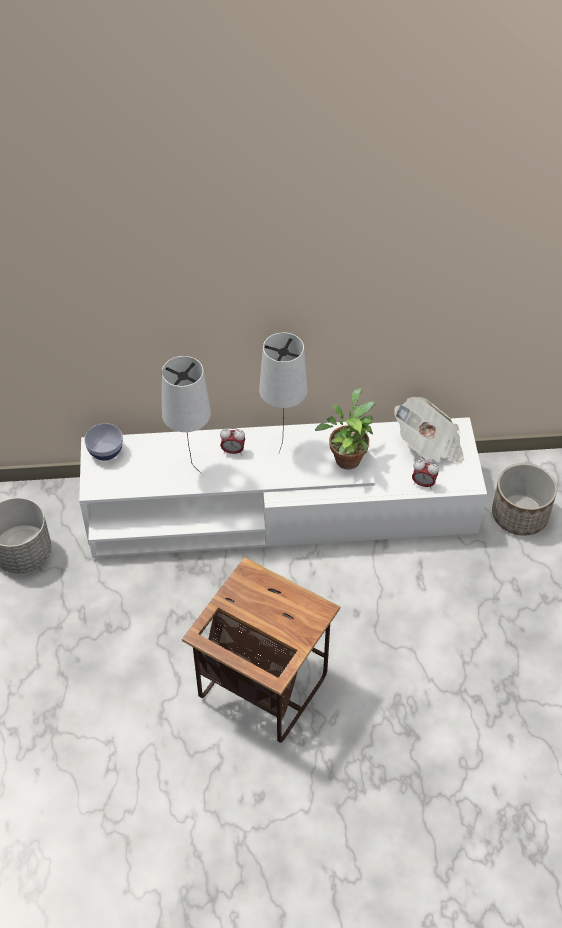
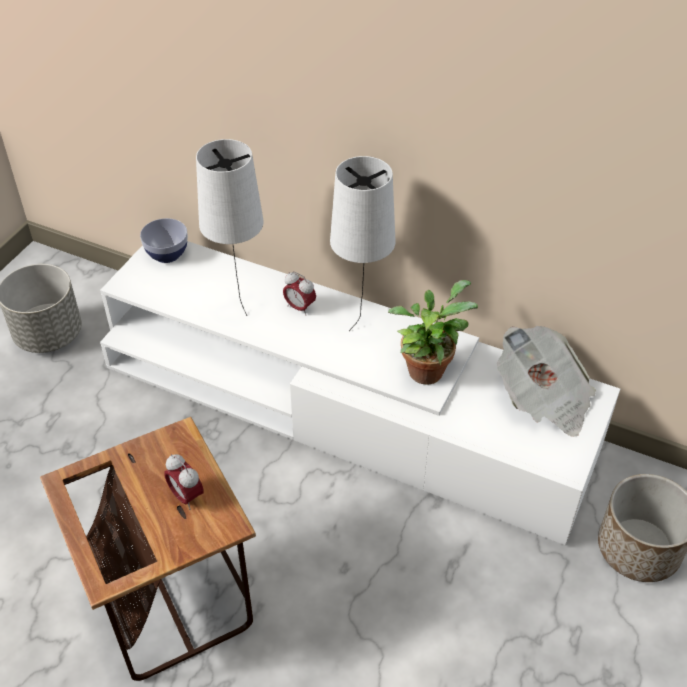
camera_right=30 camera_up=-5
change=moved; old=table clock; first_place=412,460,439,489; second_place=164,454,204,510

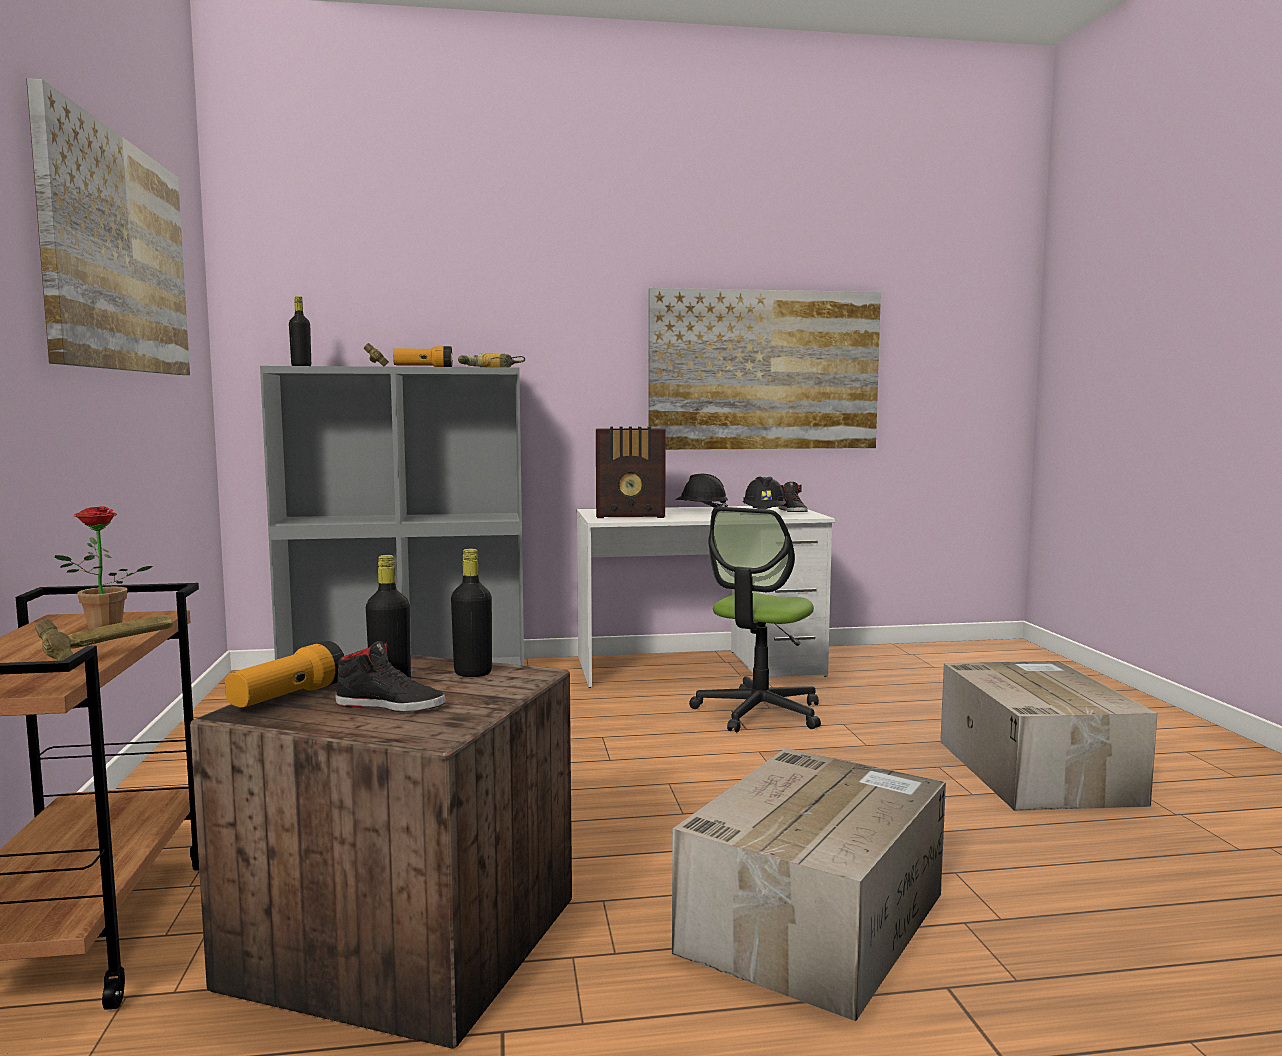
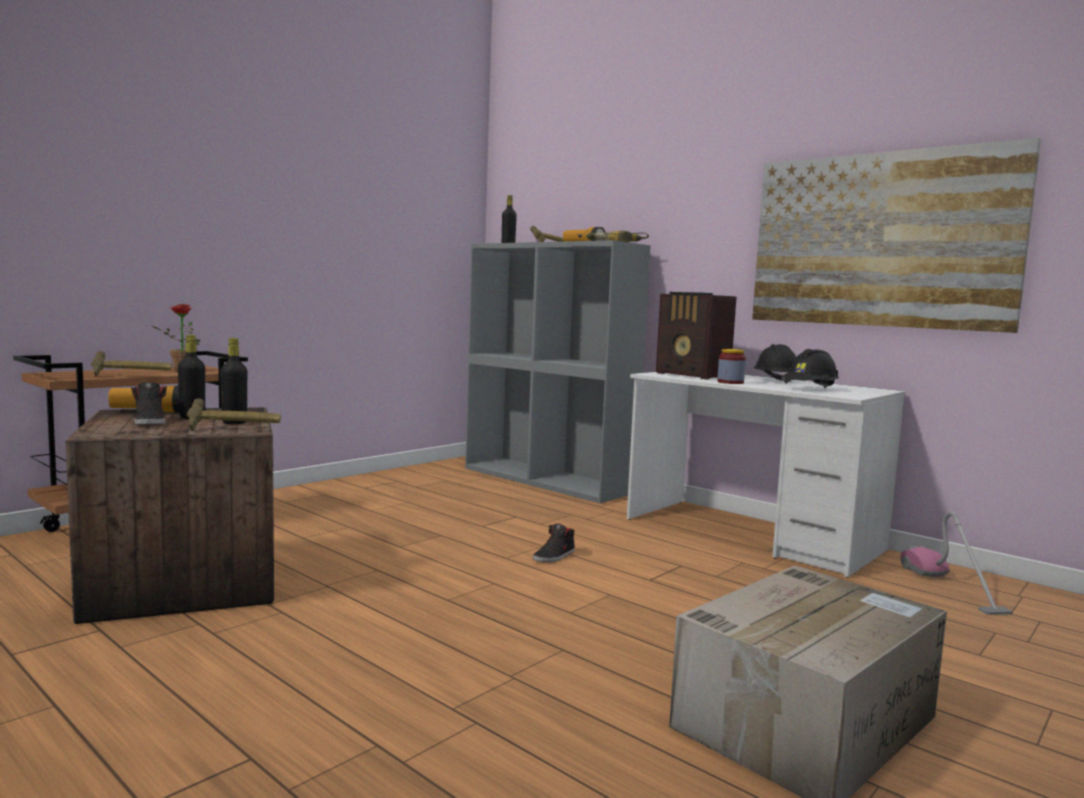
camera_right=50 camera_up=0
change=added; new=tool hammer; second_place=186,398,281,431
change=moved; old=low shoe (black-coloured); first_place=779,482,808,512; second_place=533,524,575,562
change=added; new=preserve jar; second_place=717,349,746,384
change=added; new=vacuum; second_place=900,511,1013,615
change=removed; old=wall picture; first_place=26,78,190,375
change=removed; old=cardboard box; first_place=672,748,946,1021
change=removed; old=computer chair; first_place=689,507,821,732

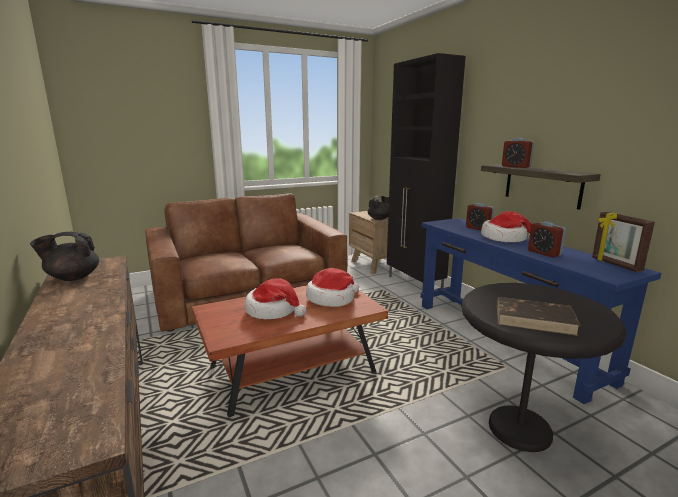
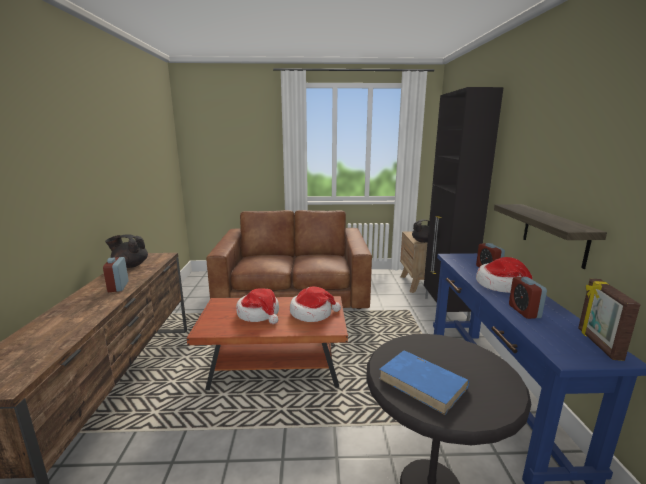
camera_right=25 camera_up=0
change=moved; old=table clock; first_place=502,138,534,168; second_place=103,257,129,292
change=recoloured; old=bound book (brownish); new=bound book (bluish); first_place=497,297,580,336; second_place=379,350,469,415

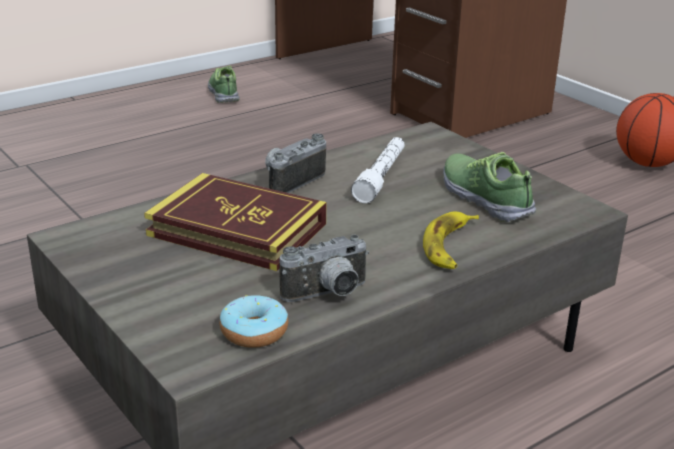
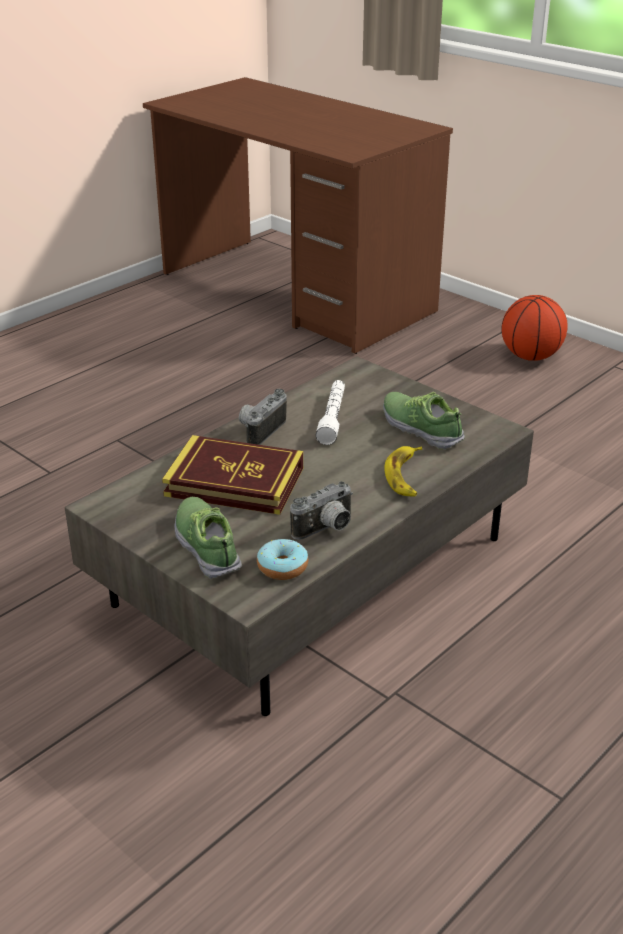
camera_right=-10 camera_up=5
change=moved; old=low shoe; first_place=208,65,240,103; second_place=174,497,242,579

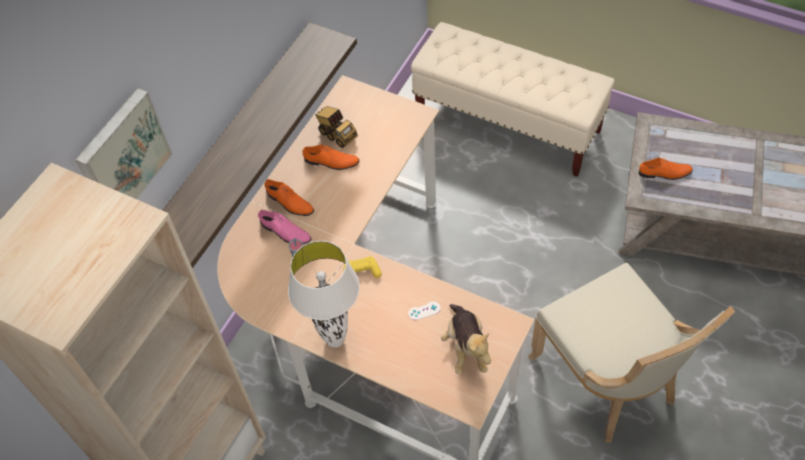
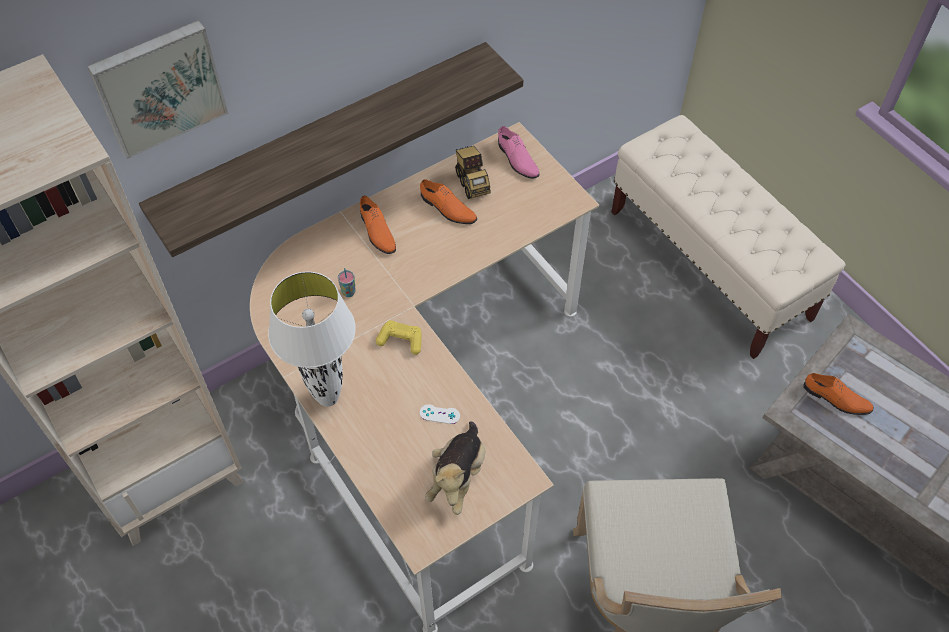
camera_right=25 camera_up=0
change=moved; old=low shoe (pinkish); first_place=258,210,312,244; second_place=498,126,540,179

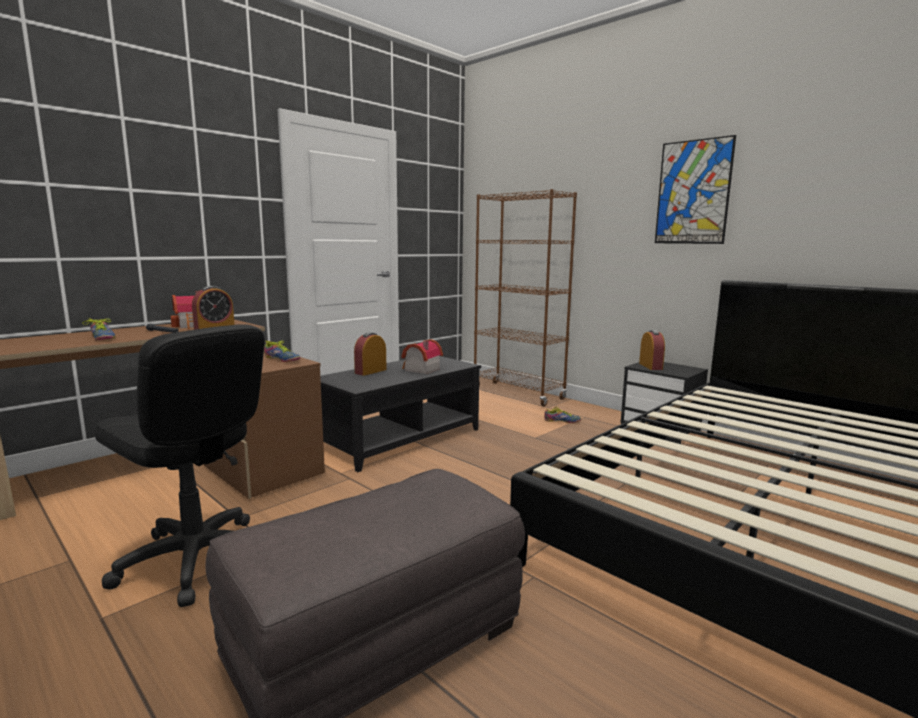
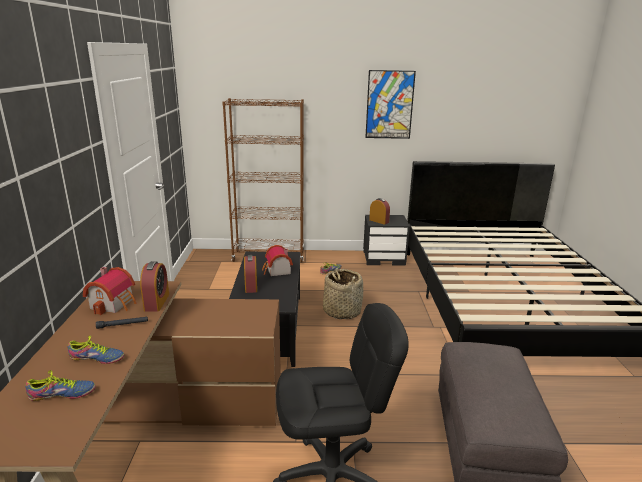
camera_right=-45 camera_up=10
change=moved; old=low shoe; first_place=264,340,300,362; second_place=25,370,96,401
change=added; new=household basket; second_place=323,268,363,319

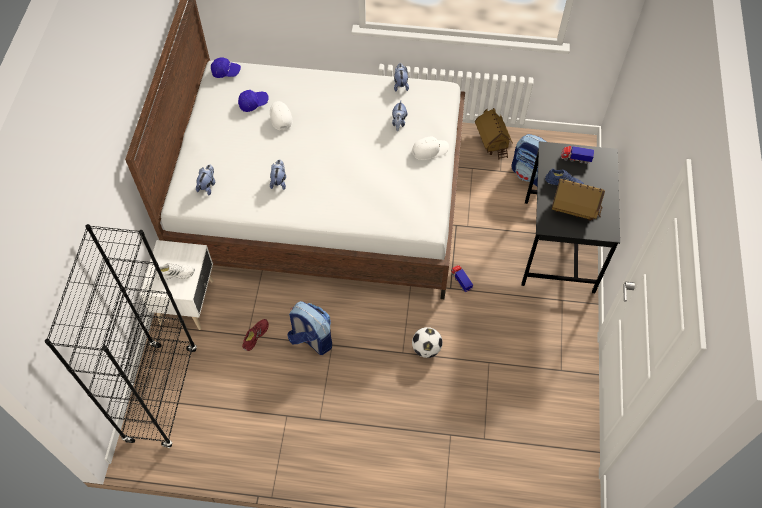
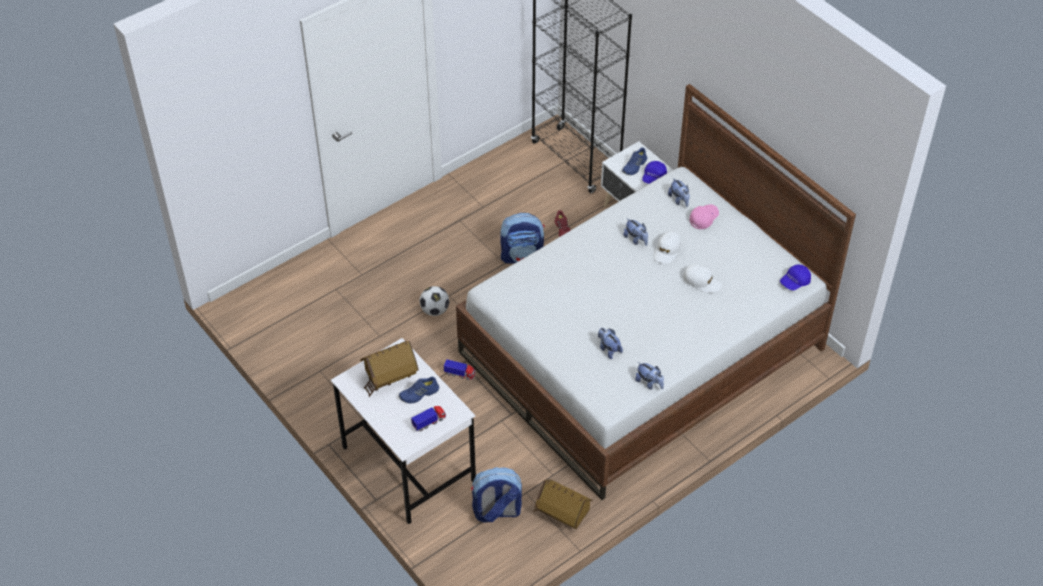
camera_right=135 camera_up=-10
change=recoloured; old=desk table (black-coloured); new=desk table (white); first_place=521,141,620,293; second_place=331,338,476,524
change=recoloured; old=low shoe (white); new=low shoe (bluish); first_place=156,263,195,281; second_place=622,147,647,175
change=moved; old=cap (bluish); first_place=238,90,269,112; second_place=642,161,667,184
change=moved; old=cap (white); first_place=412,136,449,160; second_place=654,231,681,264
change=added; new=cap (pinkish); second_place=690,204,719,229

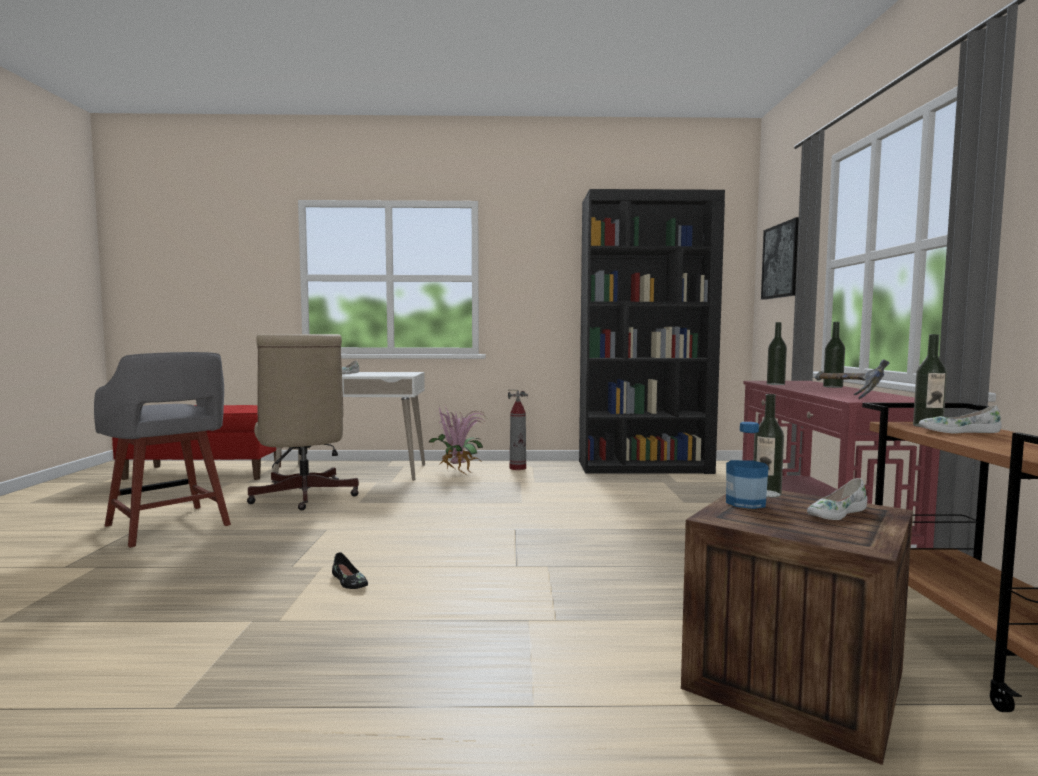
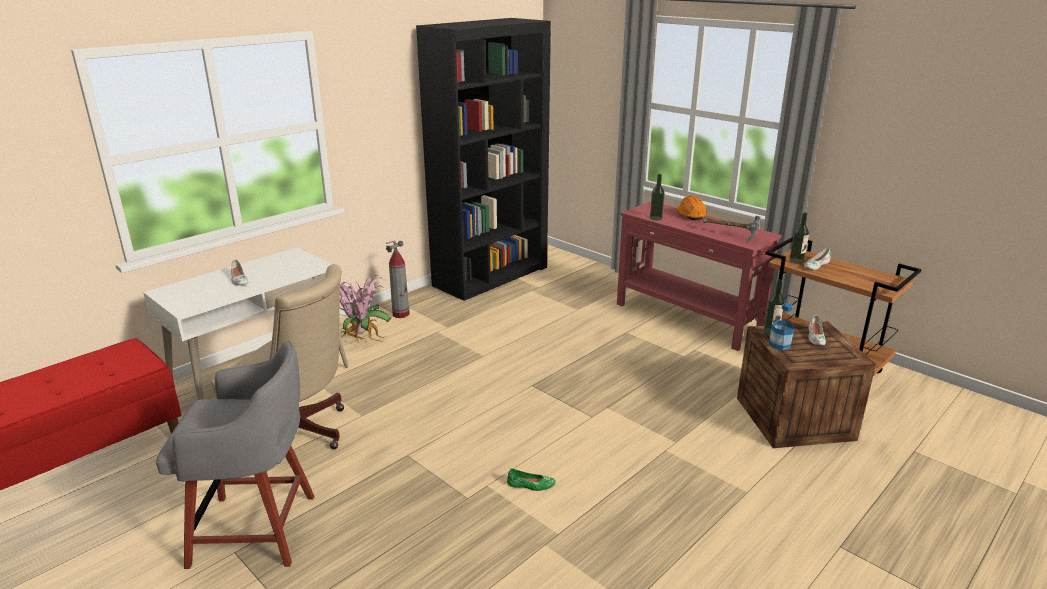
camera_right=-45 camera_up=20
change=recoloured; old=low shoe (black-coloured); new=low shoe (green-coloured); first_place=332,552,368,589; second_place=507,468,555,491
change=replaced; old=drink bottle; new=hard hat (orangey); first_place=823,322,845,388; second_place=675,196,707,220
change=removed; old=wall picture; first_place=761,217,799,300

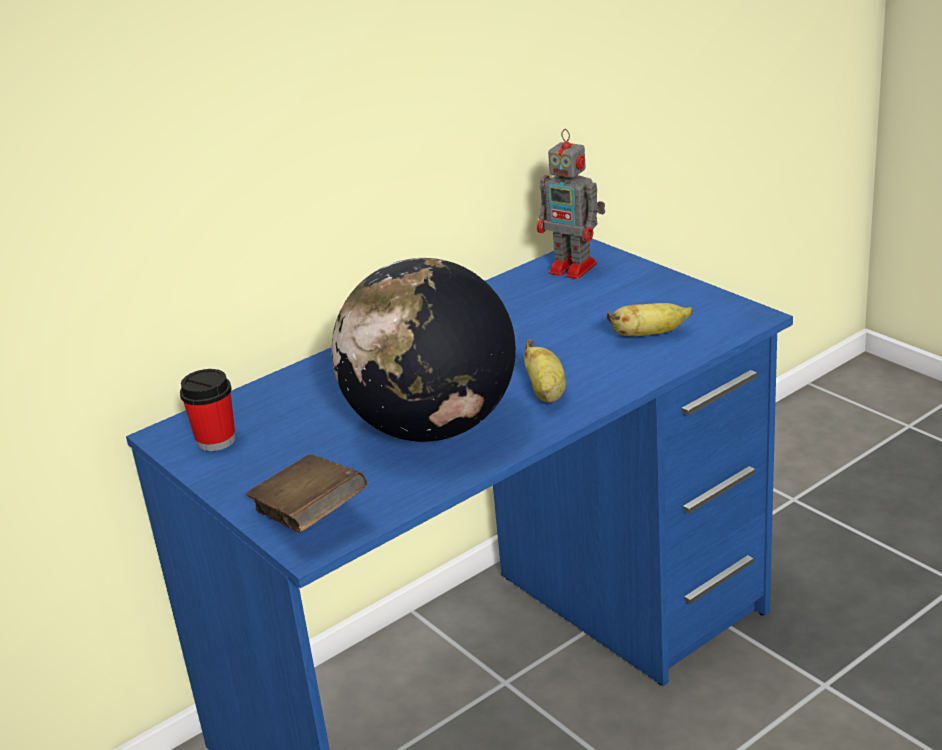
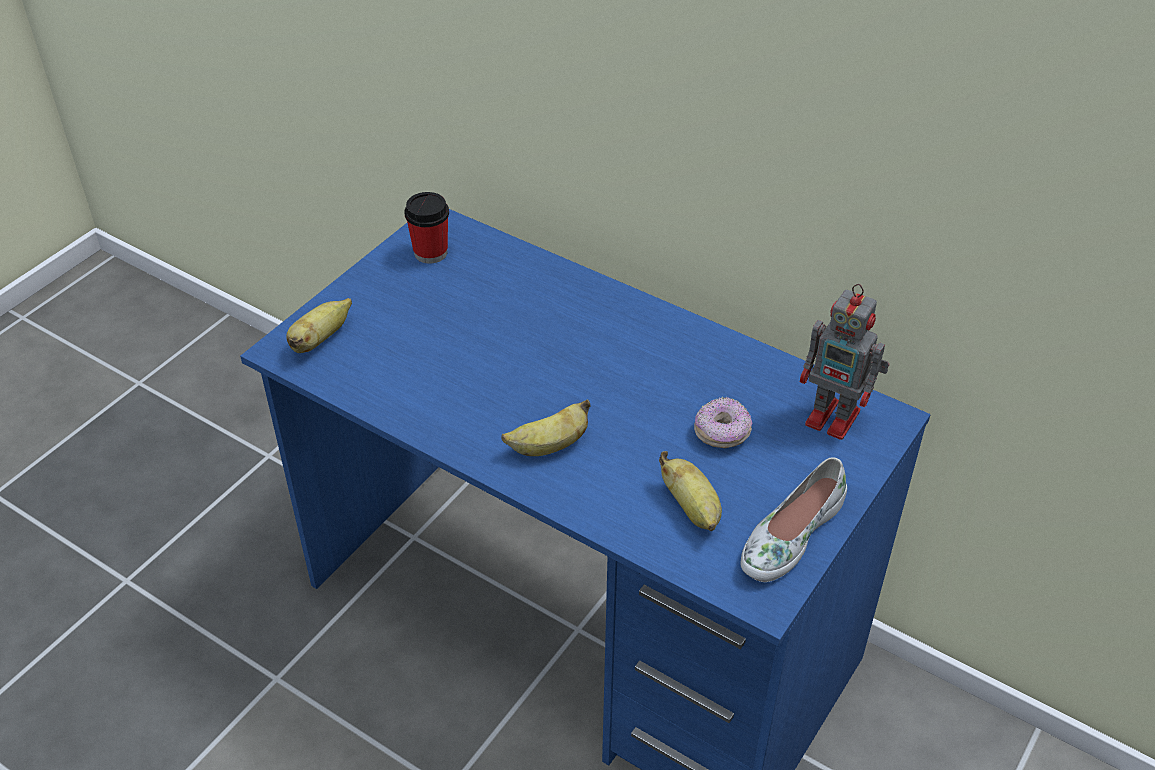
camera_right=70 camera_up=15
change=replaced; old=bound book (brownish); new=banana; first_place=246,455,367,533; second_place=286,298,352,353
change=added; new=donut; second_place=694,397,752,448
change=added; new=low shoe (white); second_place=741,457,847,582
change=turned; old=toy robot; first_place=537,129,605,279; second_place=800,284,889,440; degrees=-75
change=removed; old=desk globe; first_place=331,258,516,442

